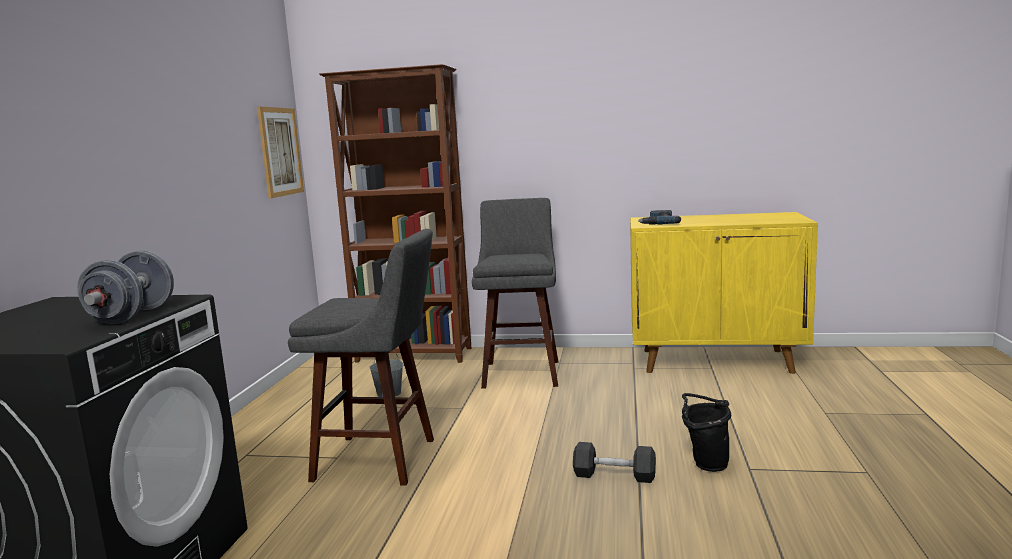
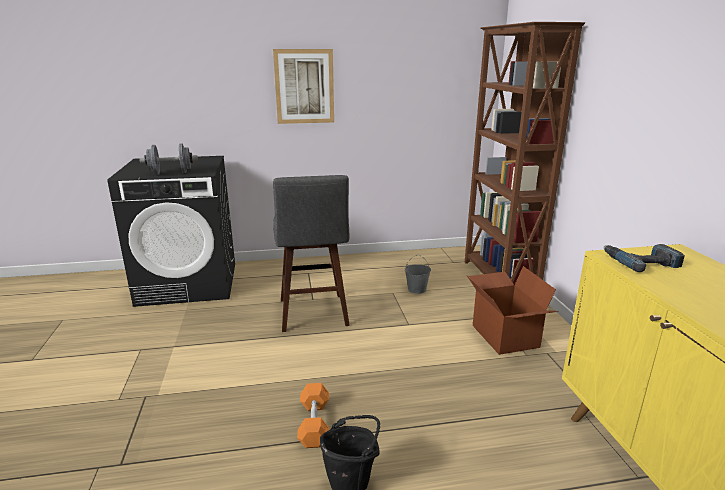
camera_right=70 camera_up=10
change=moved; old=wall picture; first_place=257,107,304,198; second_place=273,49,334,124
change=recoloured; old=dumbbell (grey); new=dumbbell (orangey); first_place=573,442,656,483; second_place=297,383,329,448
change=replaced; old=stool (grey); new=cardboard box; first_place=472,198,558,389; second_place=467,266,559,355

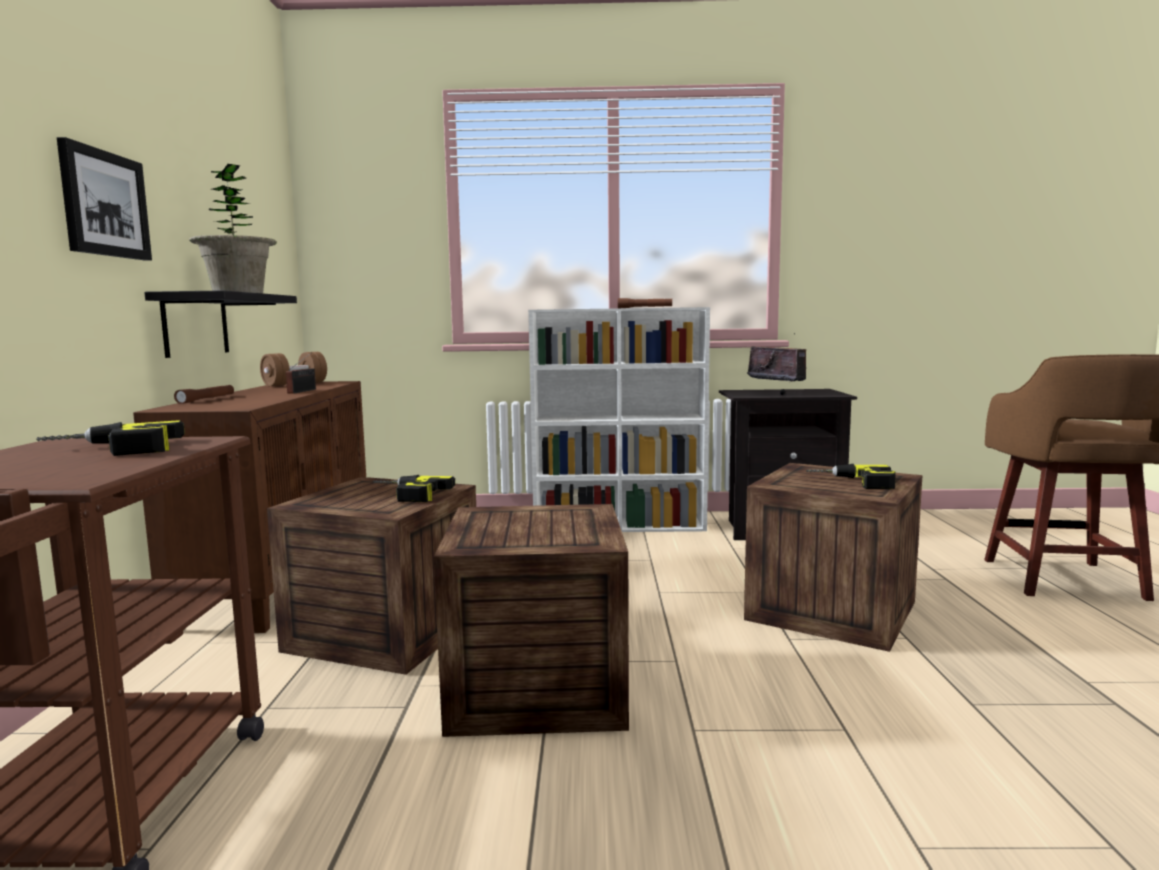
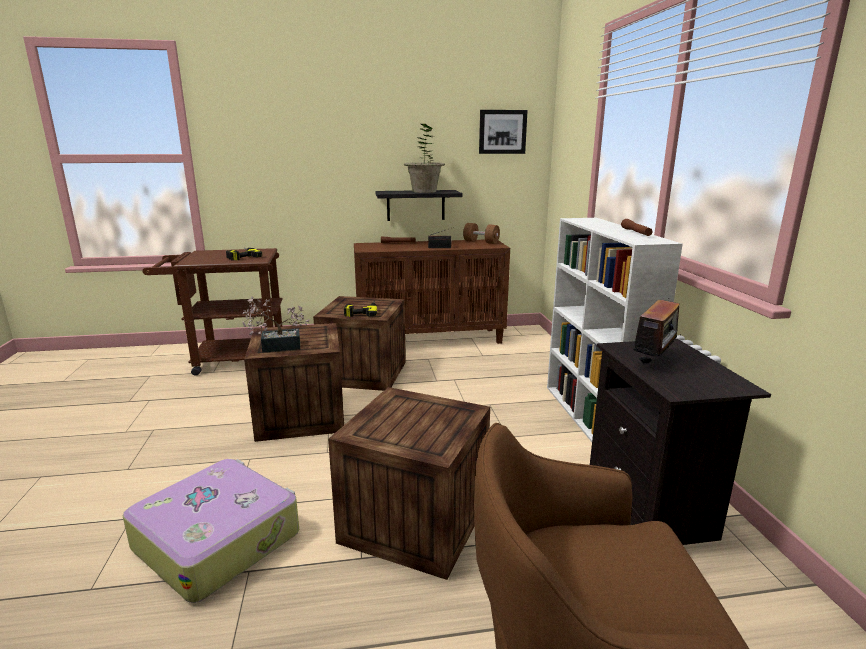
camera_right=80 camera_up=10
change=added; new=piece of luggage; second_place=123,459,299,603
change=added; new=potted plant; second_place=242,296,309,353
change=moved; old=wall picture; first_place=57,137,152,261; second_place=479,110,528,154
change=removed; old=power drill; first_place=806,464,896,489

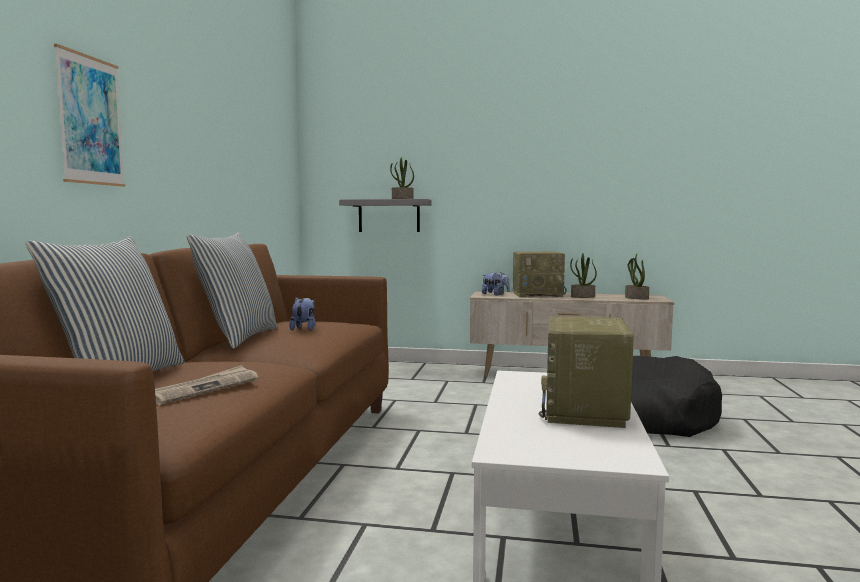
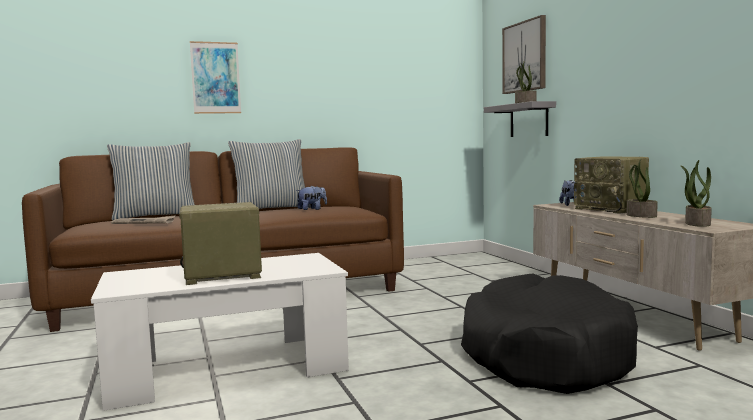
camera_right=60 camera_up=0
change=added; new=wall picture; second_place=502,15,546,94

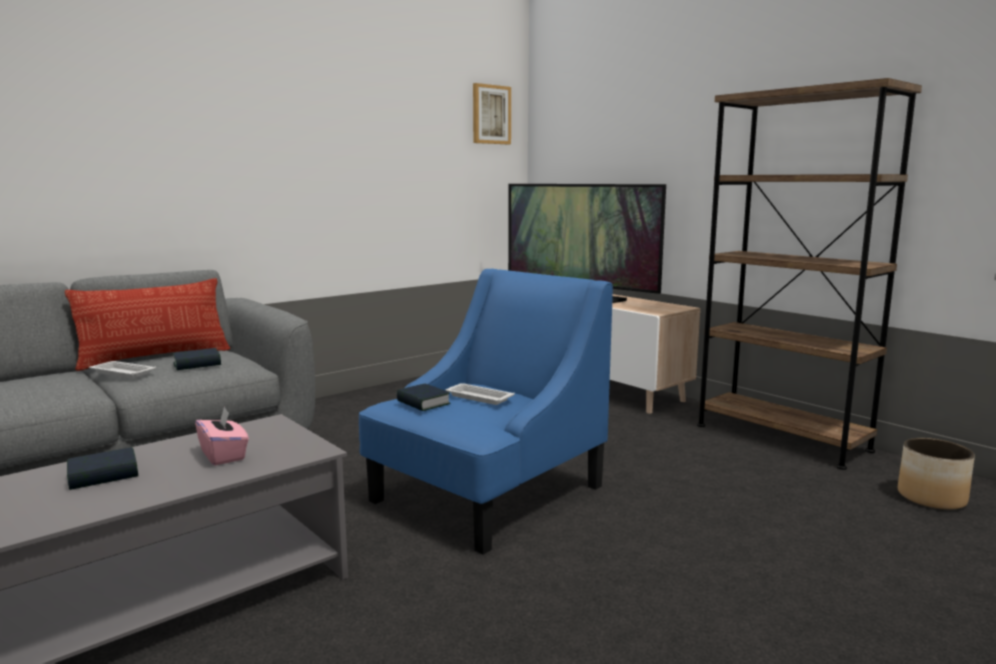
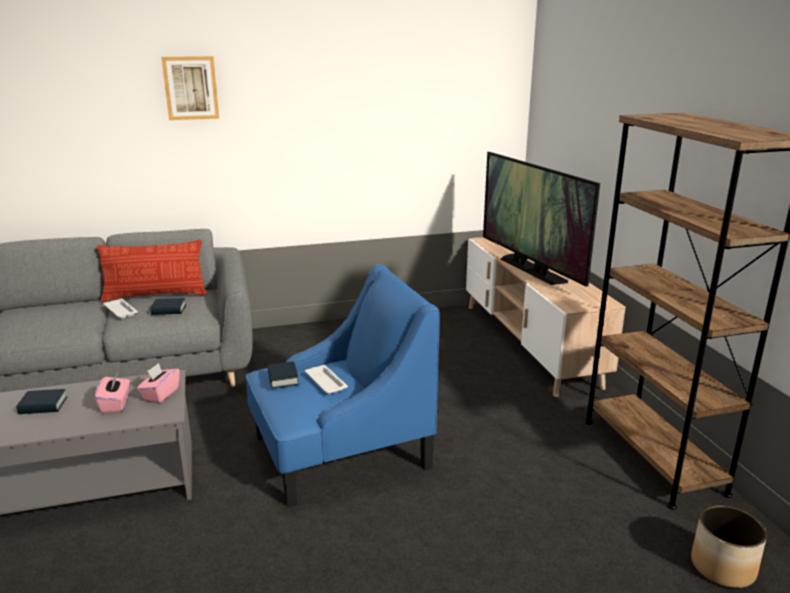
camera_right=25 camera_up=10
change=added; new=tissue holder (pinkish); second_place=137,363,180,403
change=moved; old=wall picture; first_place=473,83,511,144; second_place=161,56,219,120

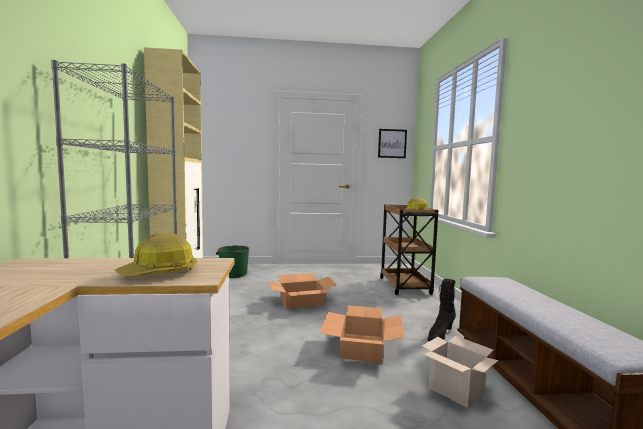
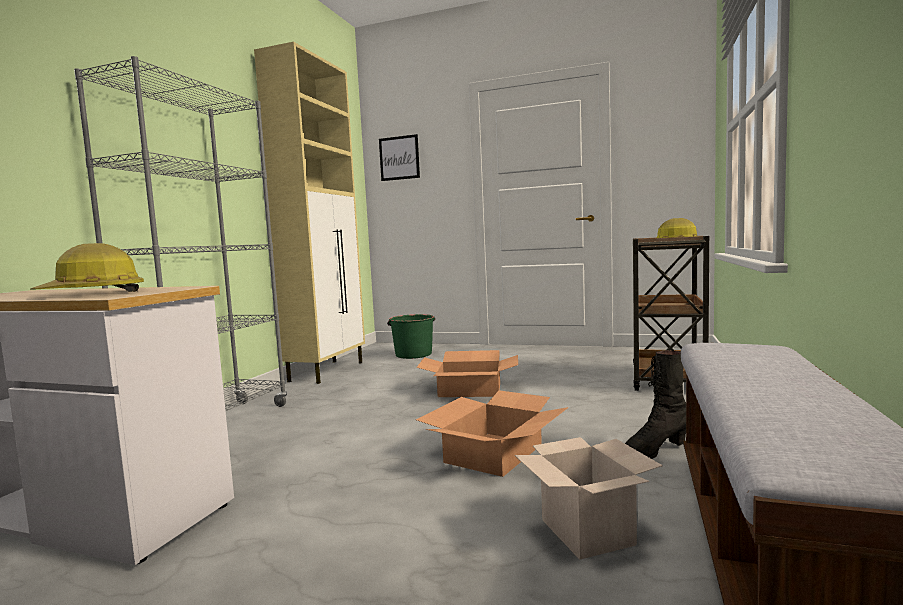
camera_right=25 camera_up=0
change=moved; old=wall picture; first_place=378,129,407,158; second_place=379,134,420,181

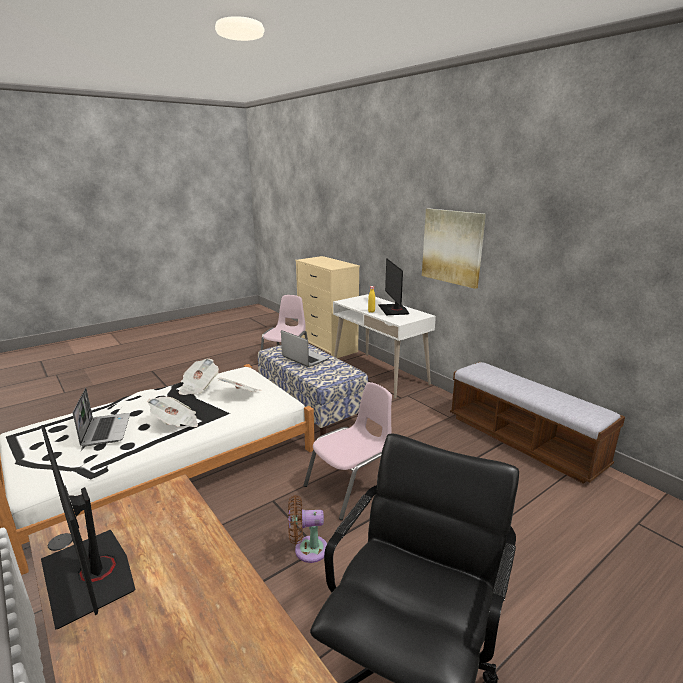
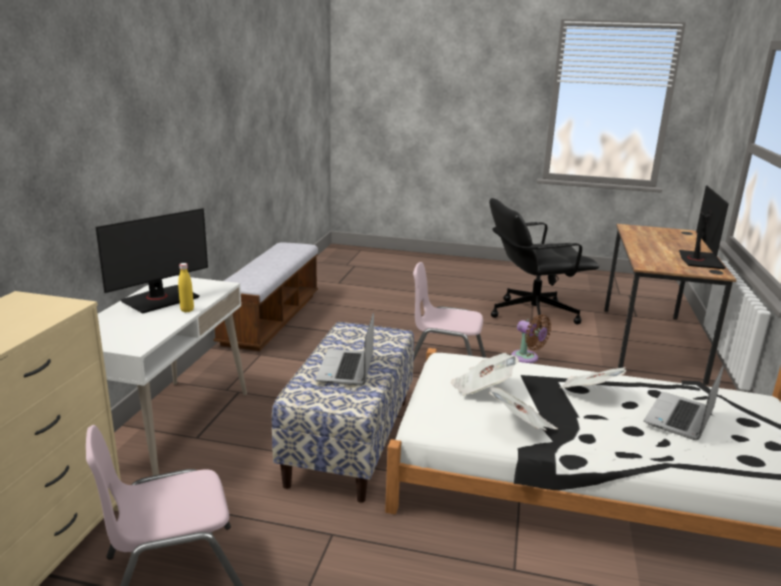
camera_right=-130 camera_up=0
change=removed; old=wall picture; first_place=422,208,486,289

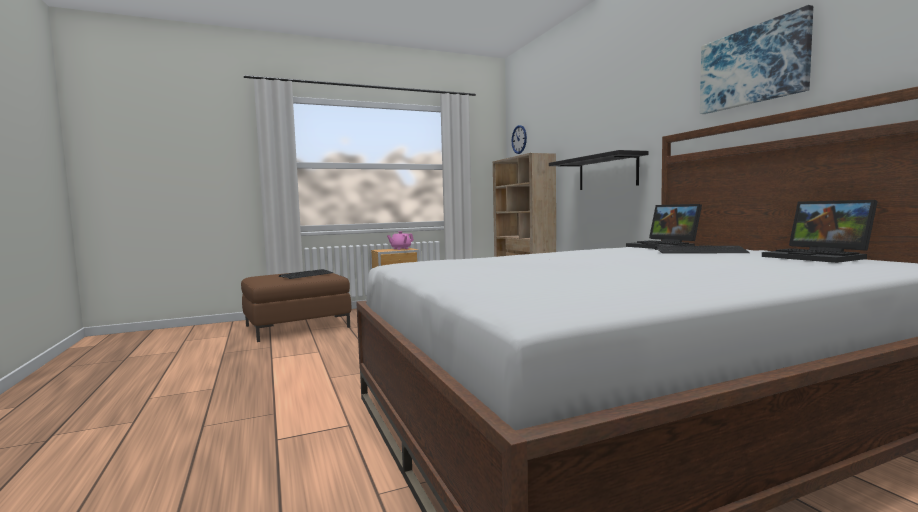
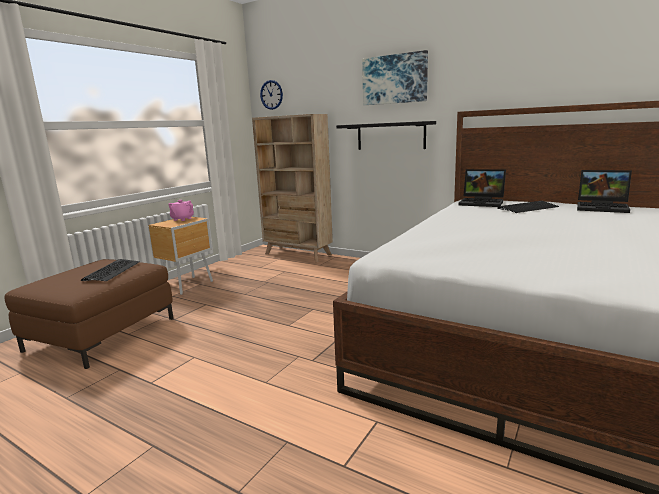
camera_right=-35 camera_up=10
change=moved; old=wall picture; first_place=700,5,813,114; second_place=362,50,428,105

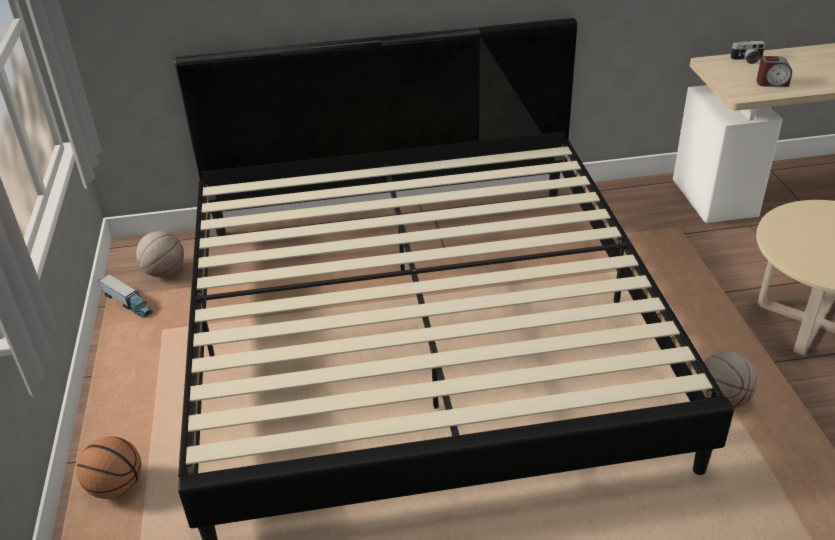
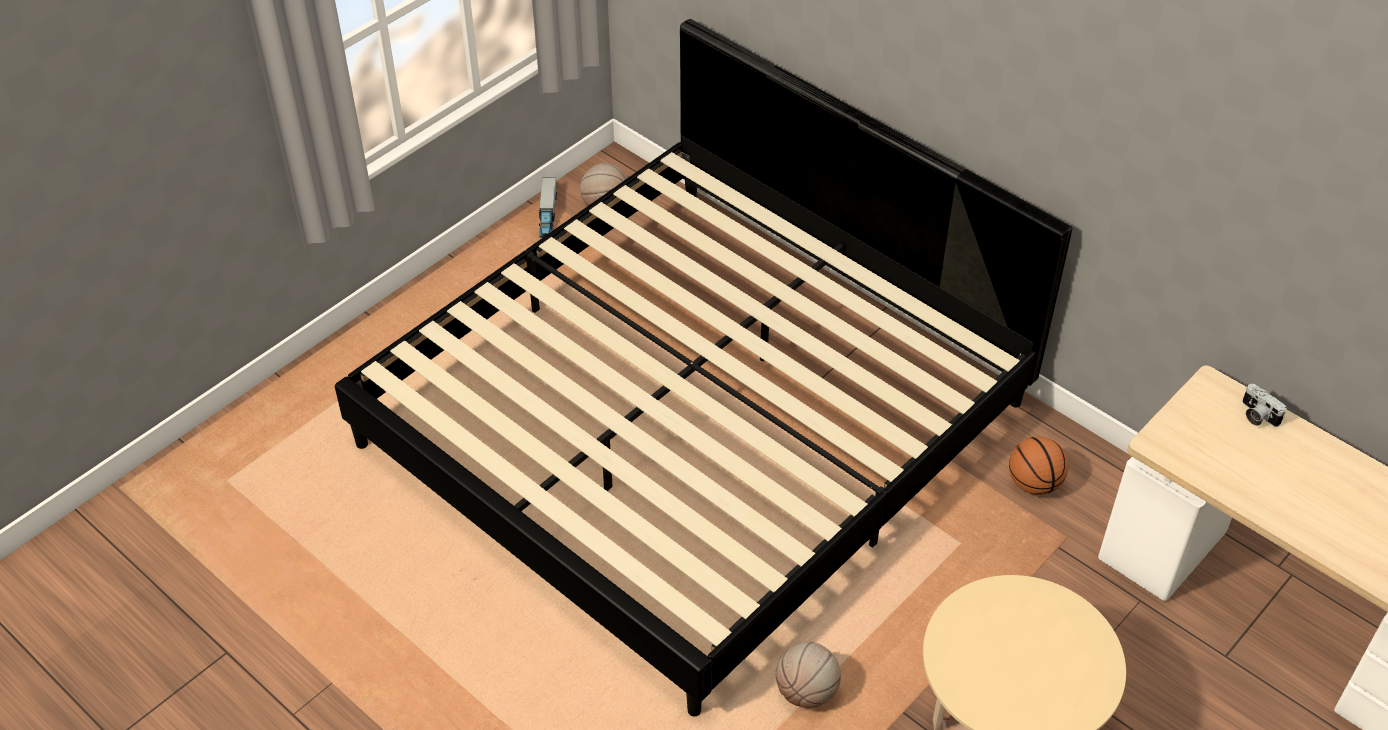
camera_right=50 camera_up=10
change=moved; old=basketball; first_place=77,436,141,499; second_place=1009,436,1068,495
change=removed; old=table clock; first_place=756,56,792,87

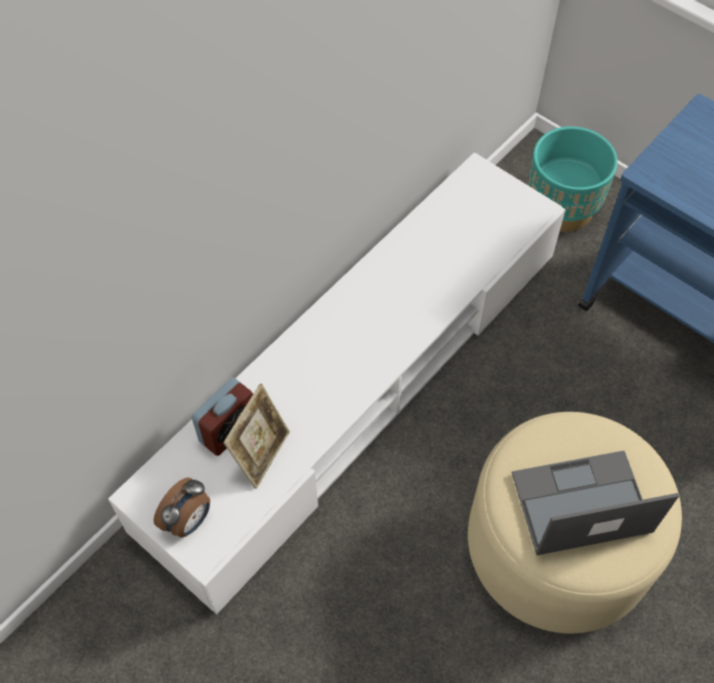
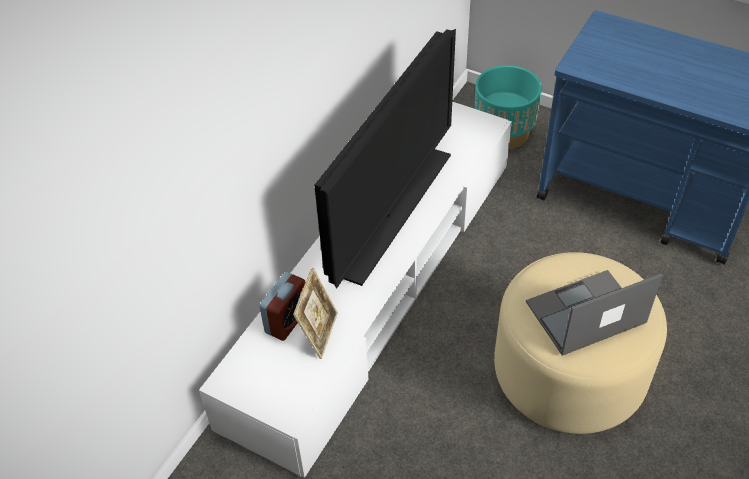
camera_right=-10 camera_up=-10
change=added; new=TV set; second_place=314,29,456,289
change=removed; old=table clock; first_place=154,477,210,538

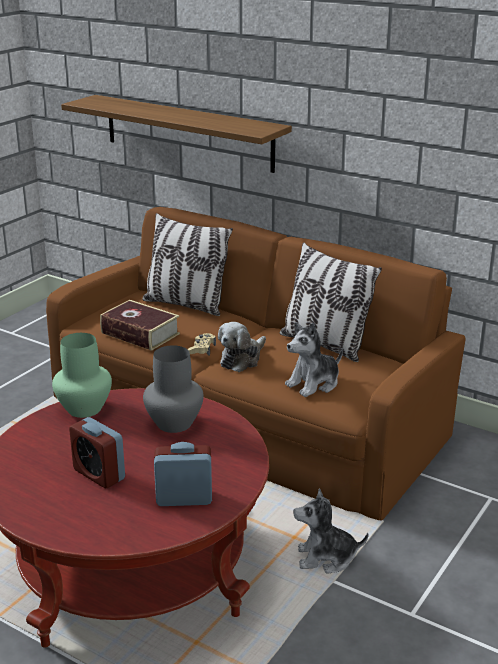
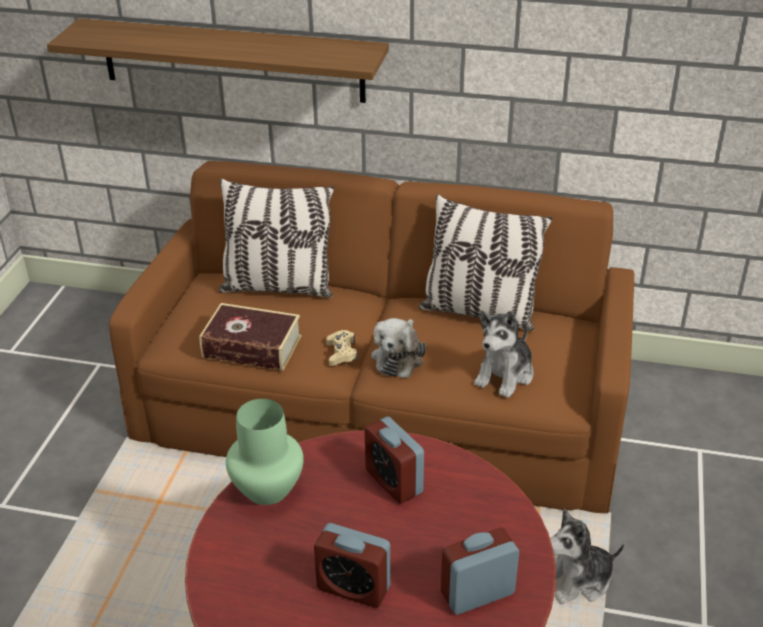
camera_right=-20 camera_up=10
change=replaced; old=vase (grey); new=table clock; first_place=143,345,204,433; second_place=365,417,424,504

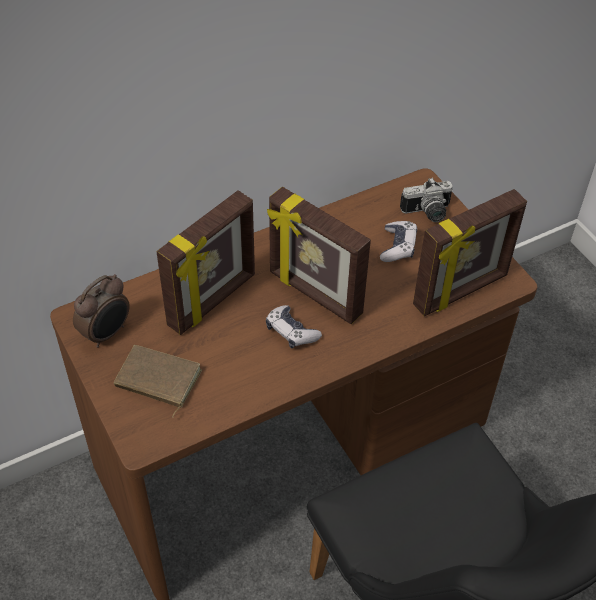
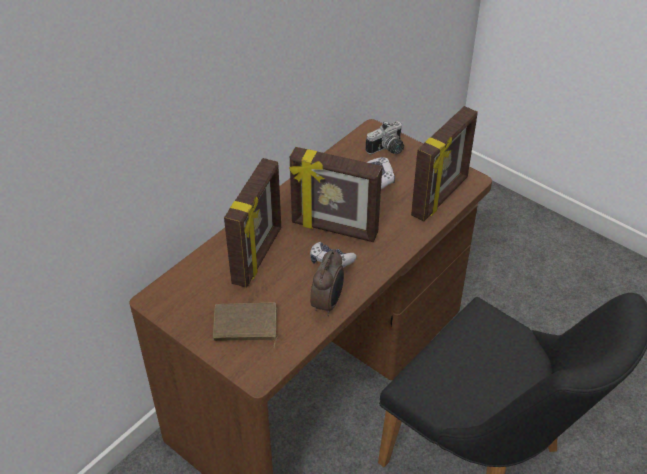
camera_right=-20 camera_up=-5
change=moved; old=table clock; first_place=73,274,130,348; second_place=310,249,344,316

